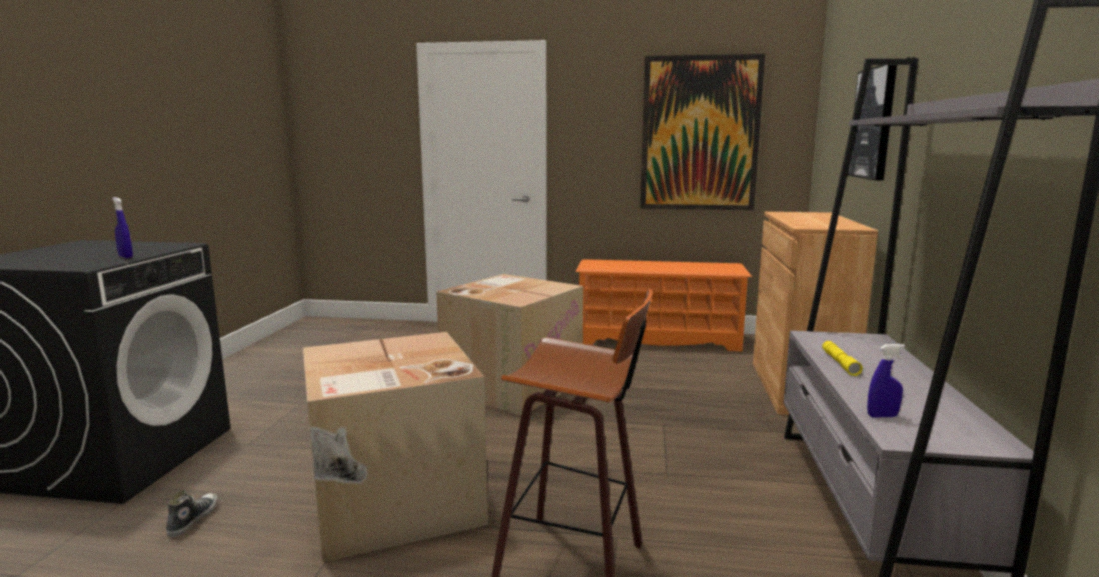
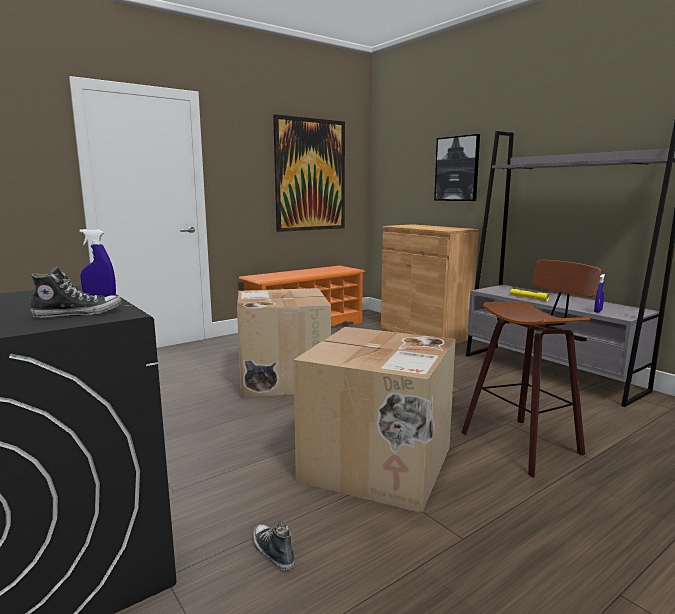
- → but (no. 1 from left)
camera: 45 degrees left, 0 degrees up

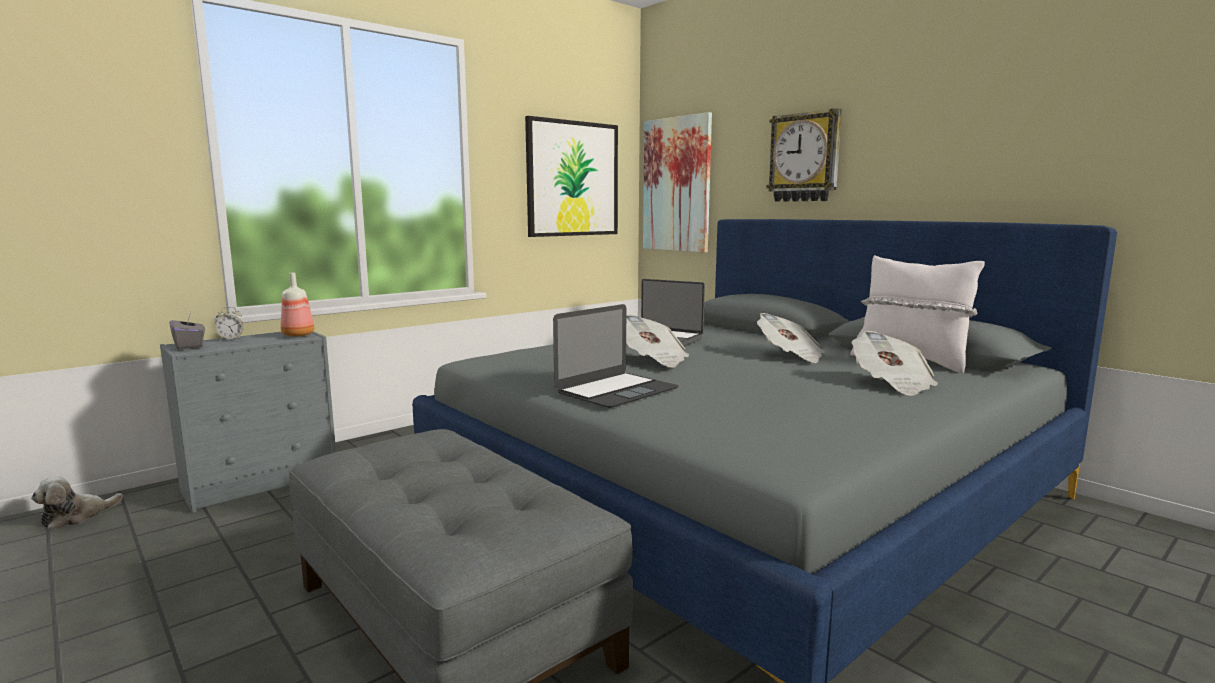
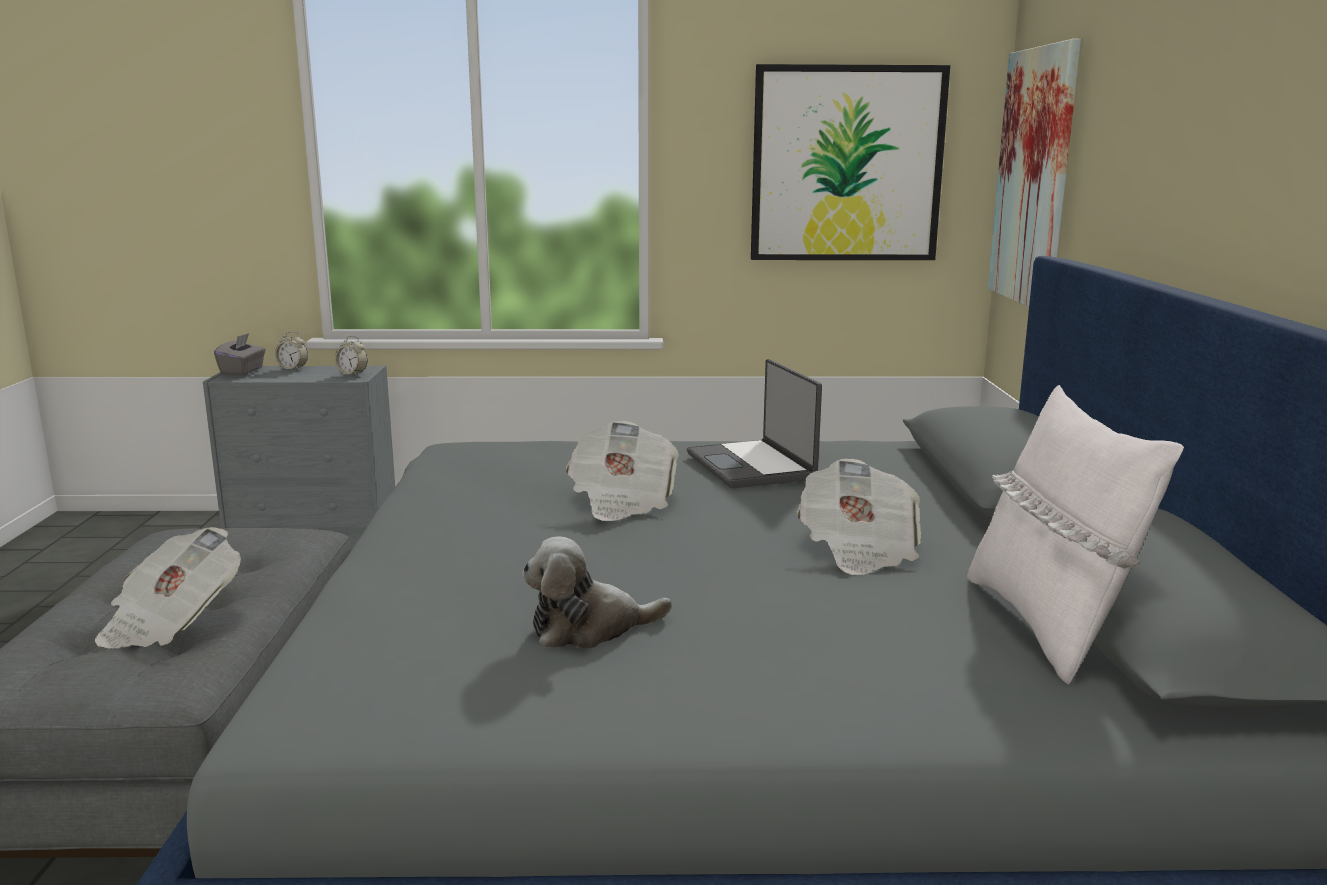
gazeta (no. 3 from left in the first image) → gazeta (no. 1 from left), shifted
butelka → budzik (no. 2 from left)
pluszak, shifted
laptop (no. 1 from left) → -
zegar ścienny → -
camera: 40 degrees right, 5 degrees up

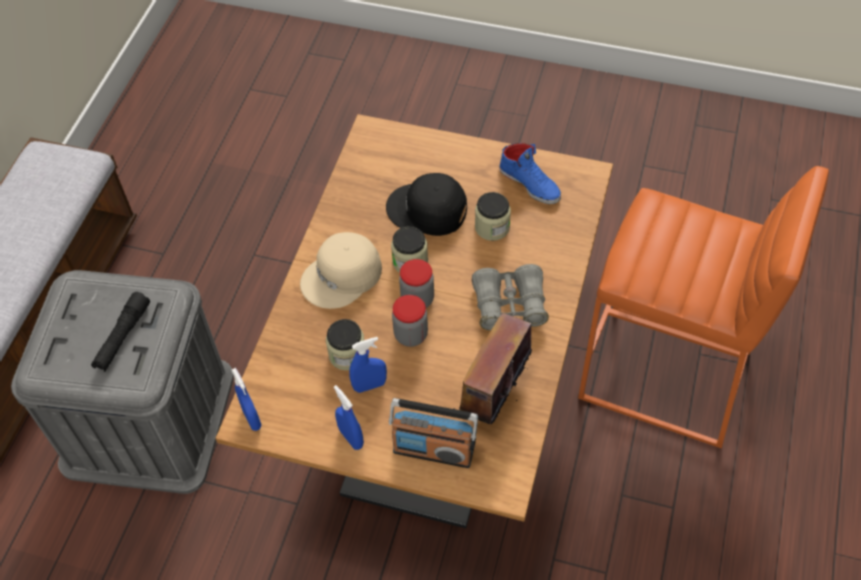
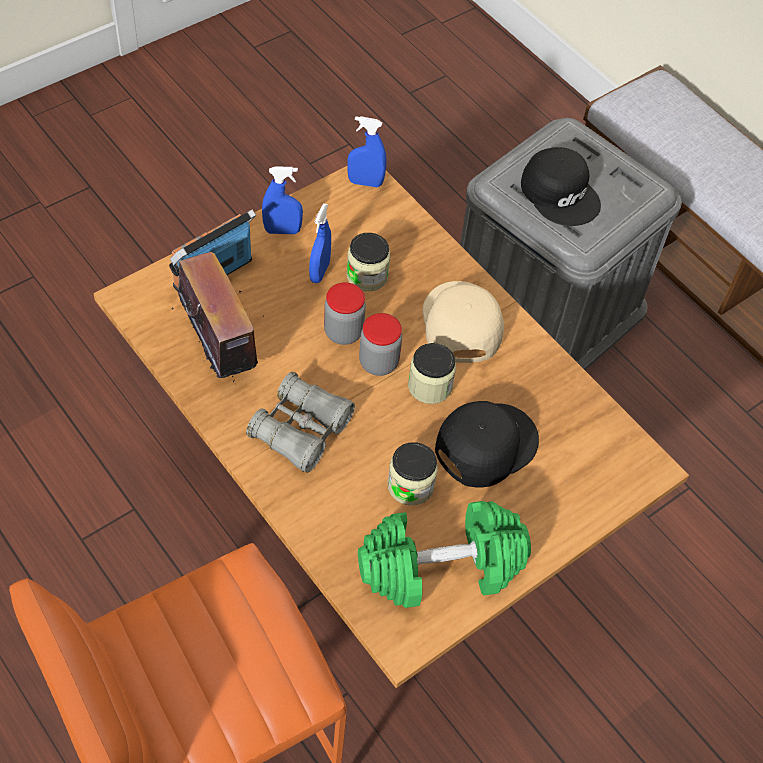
but [niebieski] → hantel [zielony]
latarka [czarny] → czapka z daszkiem [czarny] (no. 2 from left)
camera: 120 degrees right, 0 degrees up

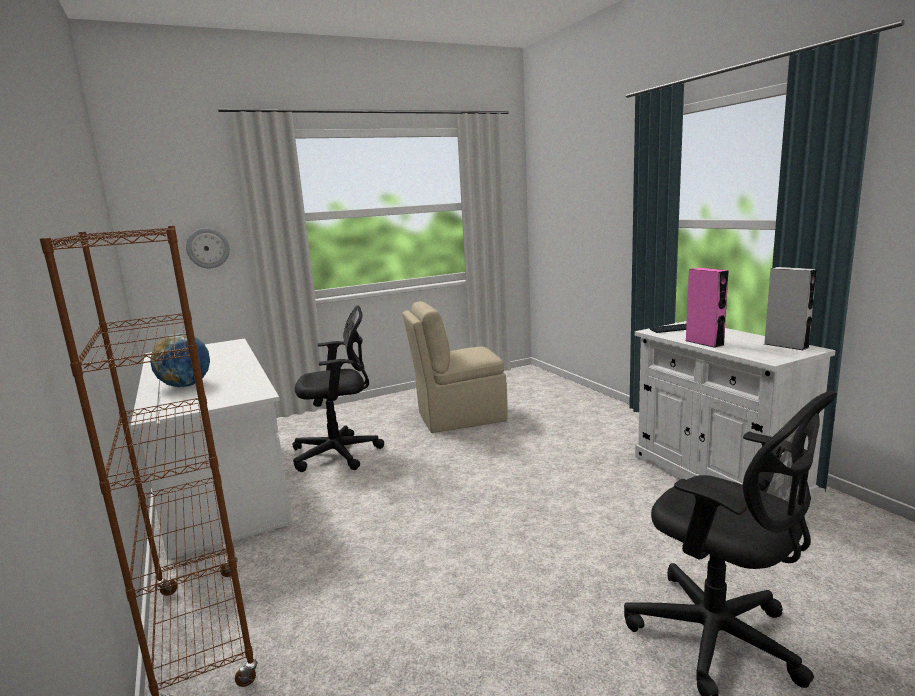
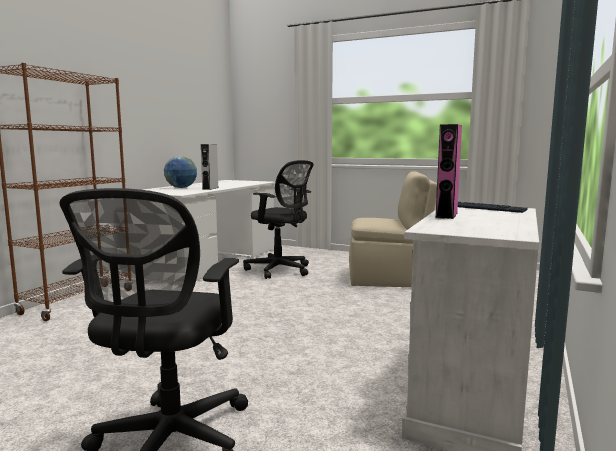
głośnik [szary], shifted
krzesło [beżowy], 150 degrees clockwise
zegar ścienny → -
camera: 50 degrees right, 5 degrees down

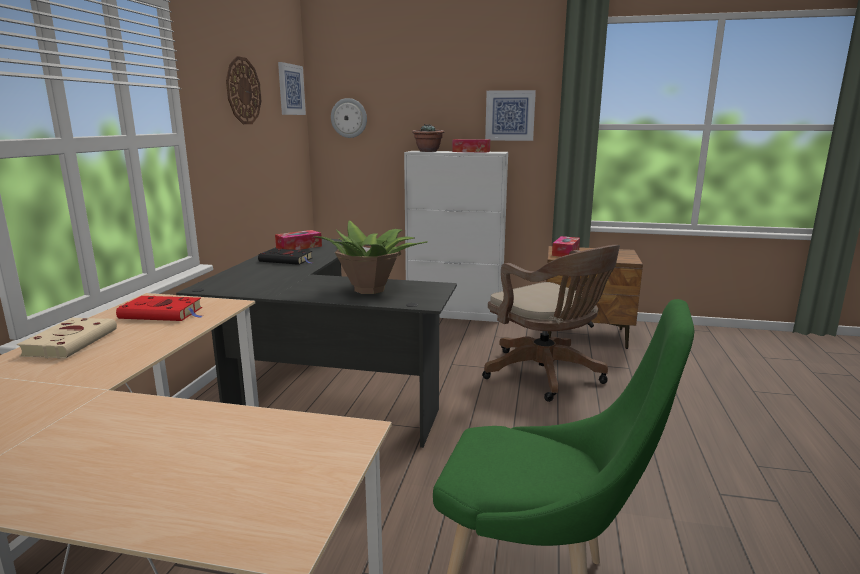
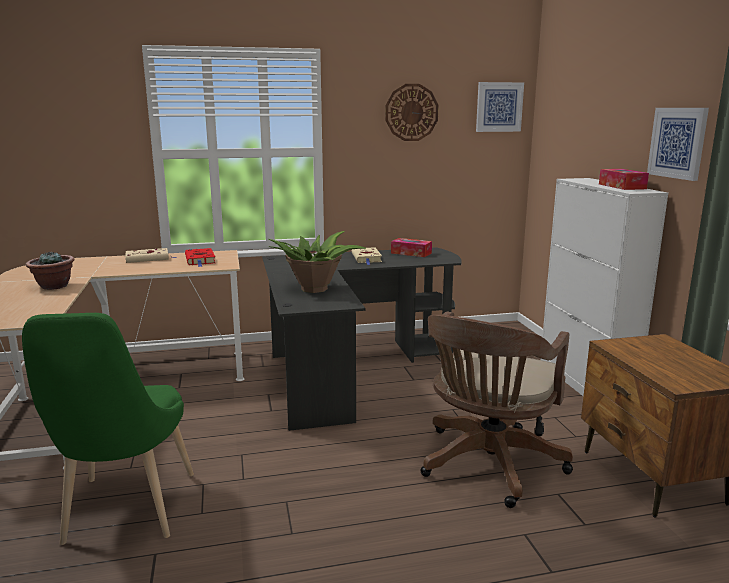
roślina doniczkowa (no. 2 from left in the first image) → roślina doniczkowa (no. 1 from left), shifted
książka [czarny] → książka [beżowy] (no. 2 from left)
zegar ścienny (no. 2 from left) → -
pudełko chusteczek (no. 3 from left) → -
camera: 65 degrees right, 0 degrees up

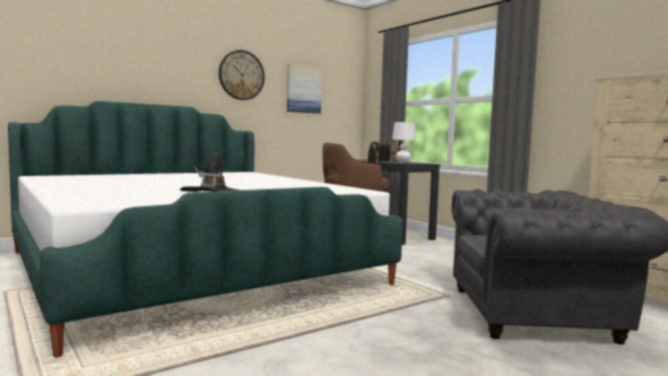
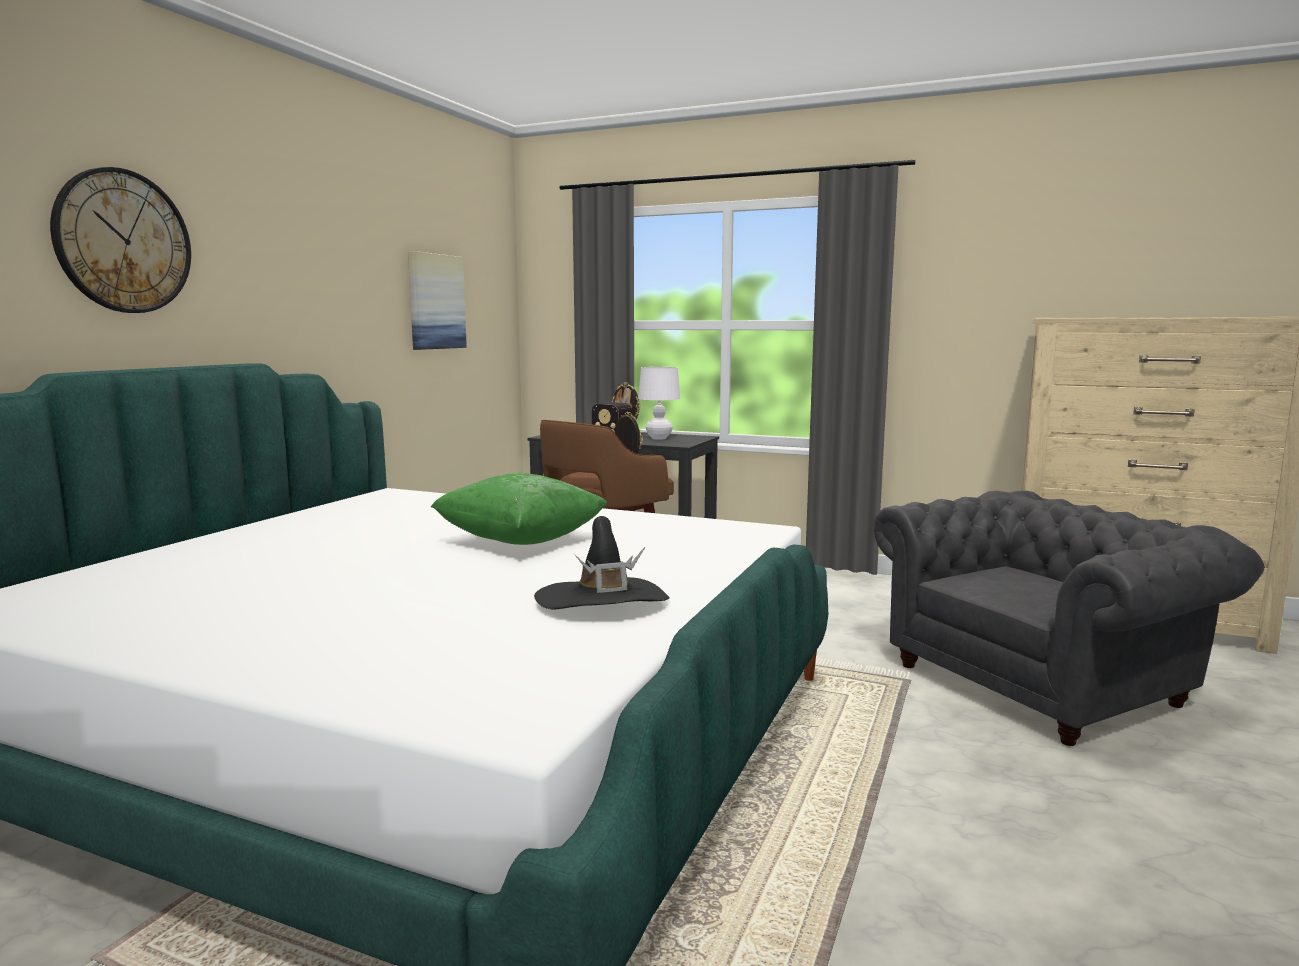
zegar ścienny, shifted
- → poduszka [zielony]
camera: 30 degrees left, 5 degrees up

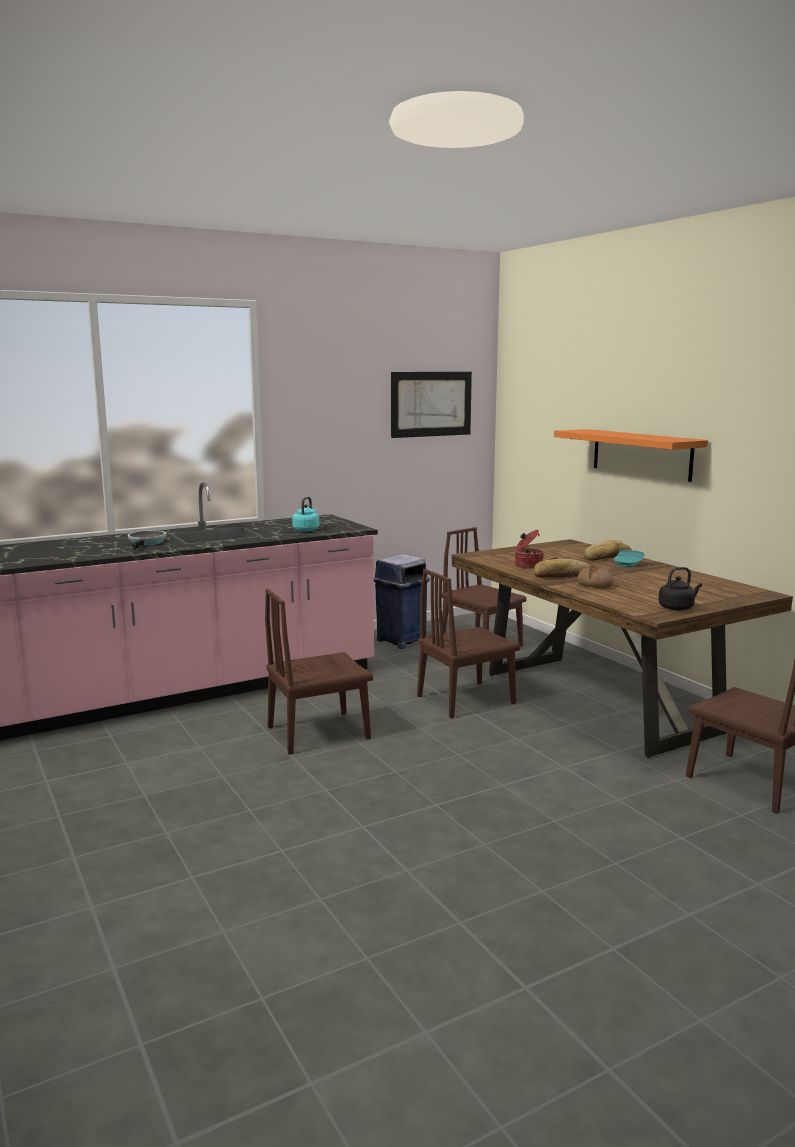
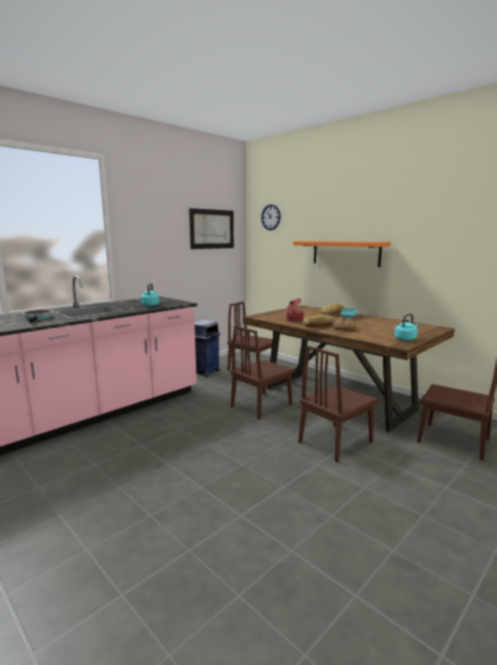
- → zegar ścienny
krzesło [brązowy] (no. 1 from left in the first image) → krzesło [brązowy] (no. 3 from left), shifted
czajnik [czarny] → czajnik [turkusowy] (no. 2 from left)
camera: 15 degrees left, 0 degrees up

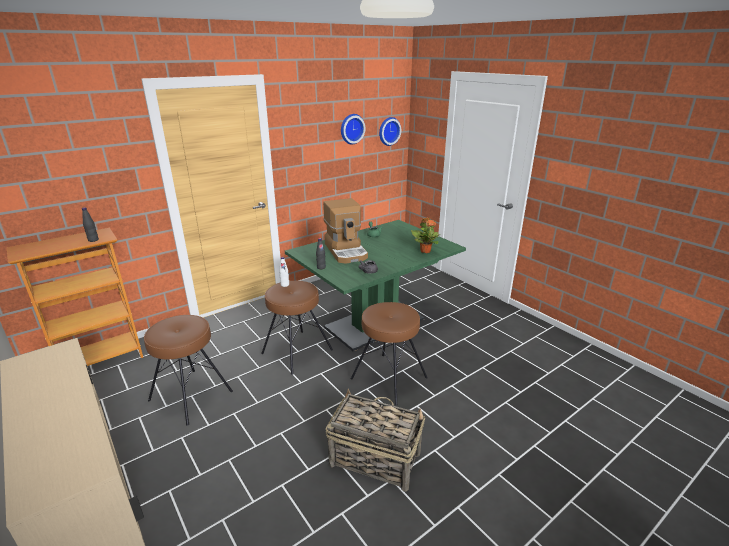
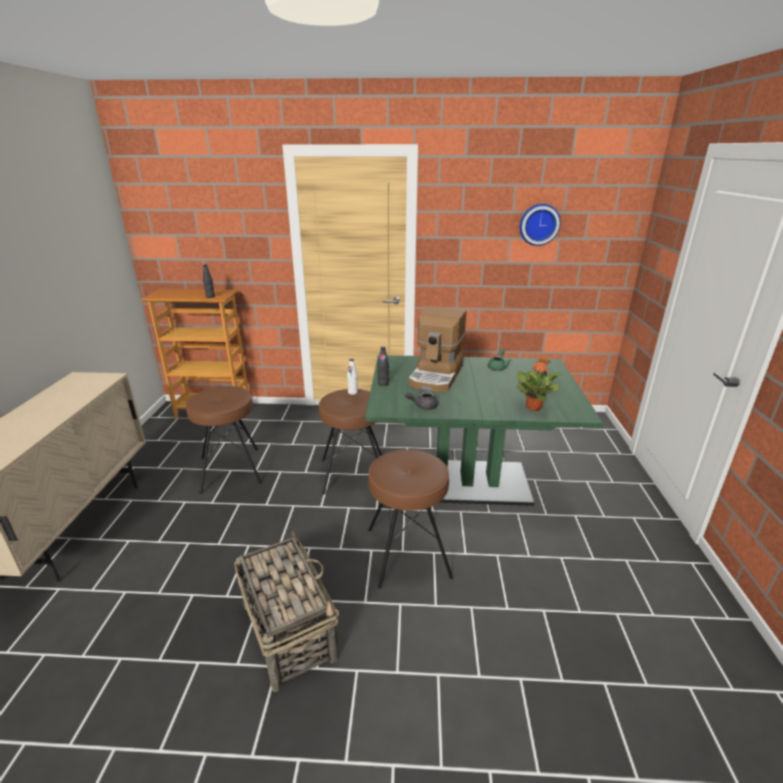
zegar ścienny (no. 2 from left) → -
camera: 40 degrees right, 0 degrees up

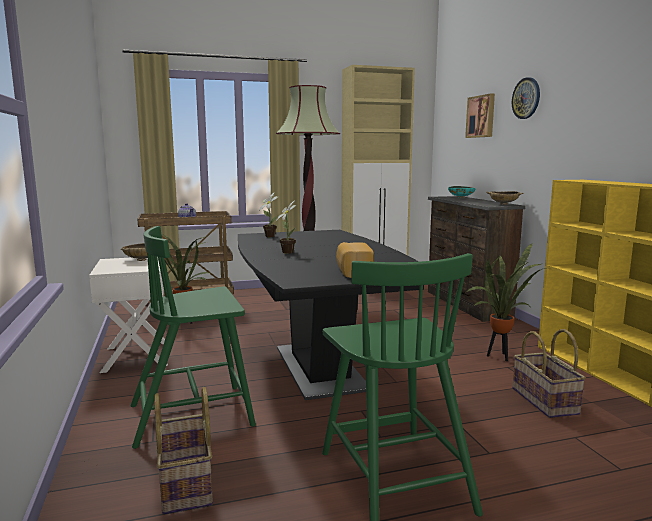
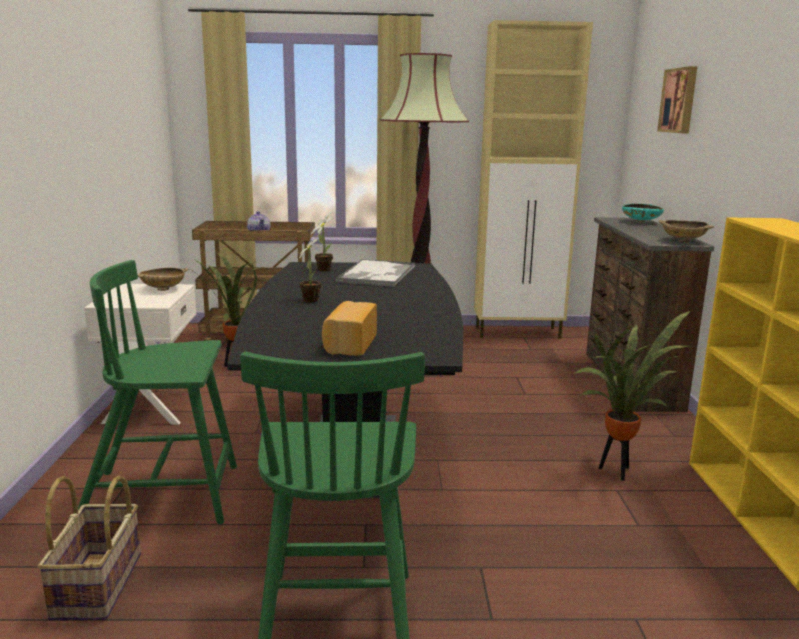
- → taca
zegar ścienny → -
koszyk (no. 2 from left) → -
camera: 15 degrees right, 5 degrees up

